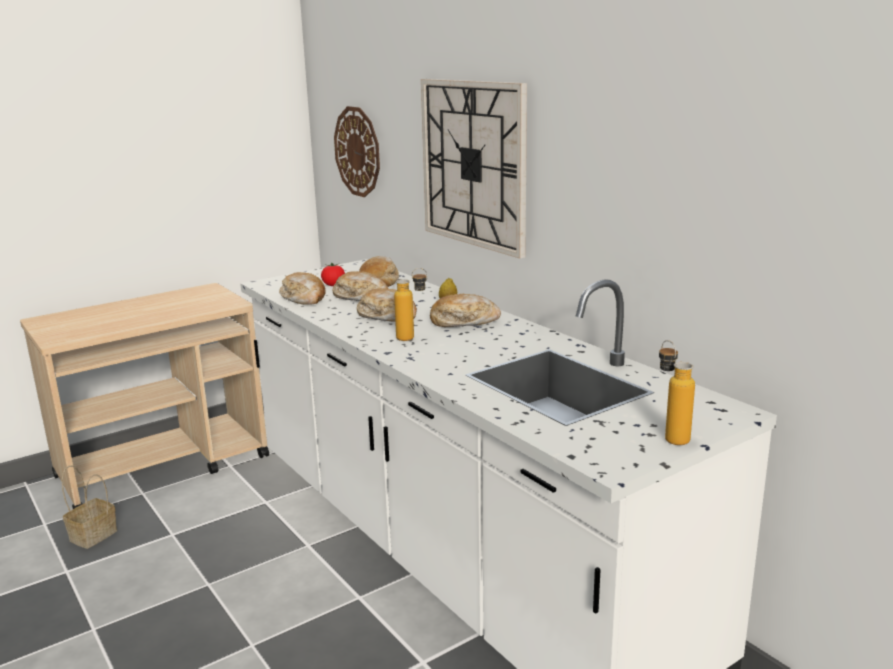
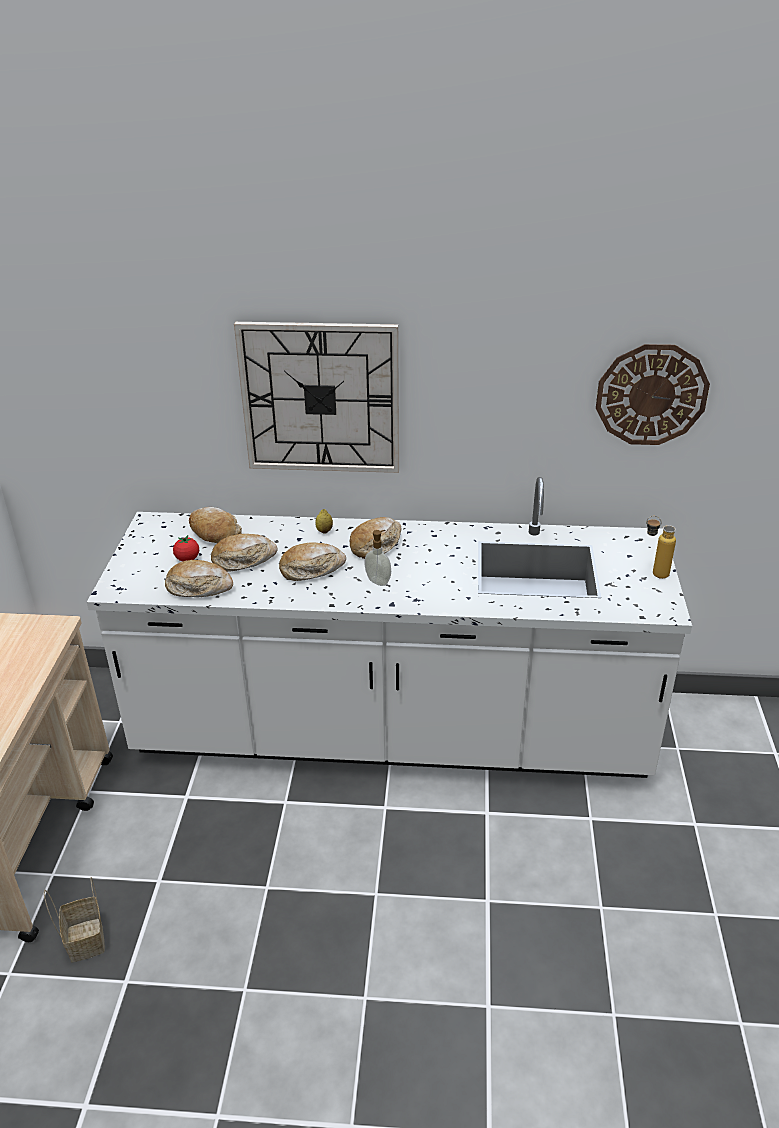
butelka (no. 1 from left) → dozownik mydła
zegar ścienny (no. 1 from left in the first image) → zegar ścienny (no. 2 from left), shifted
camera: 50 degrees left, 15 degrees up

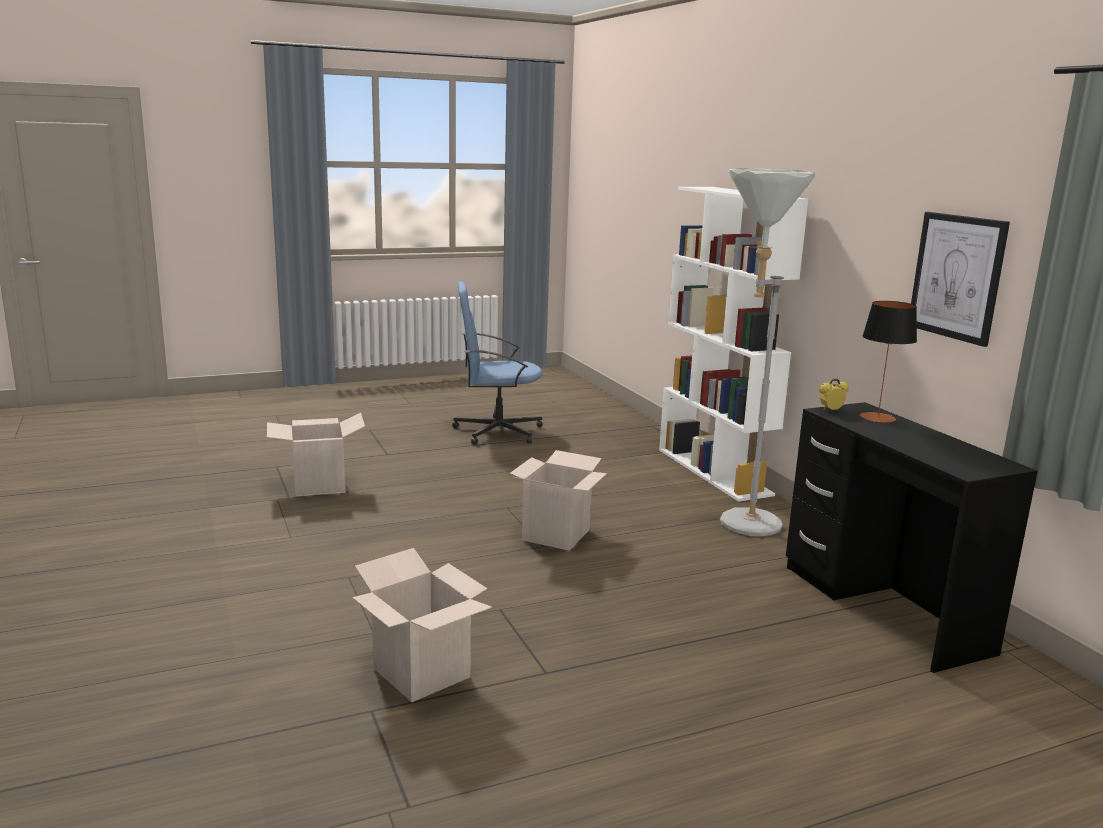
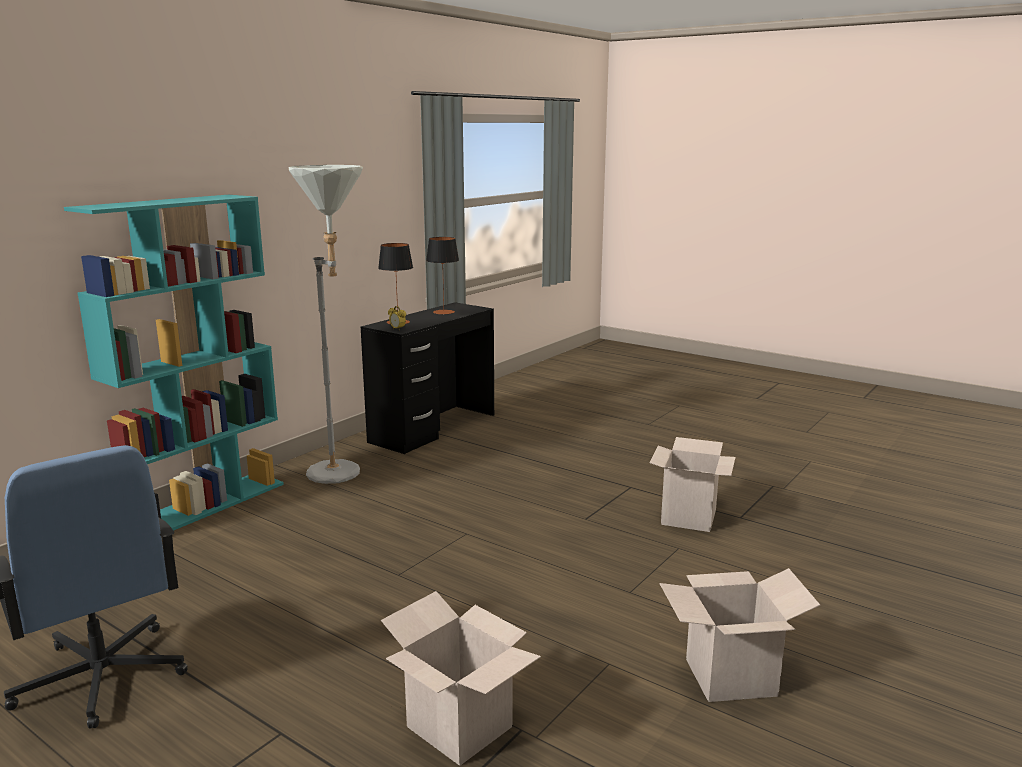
regał [biały] → regał [turkusowy]
- → lampa stołowa (no. 2 from left)
karton (no. 3 from left), shifted
obraz → -
camera: 120 degrees left, 0 degrees up

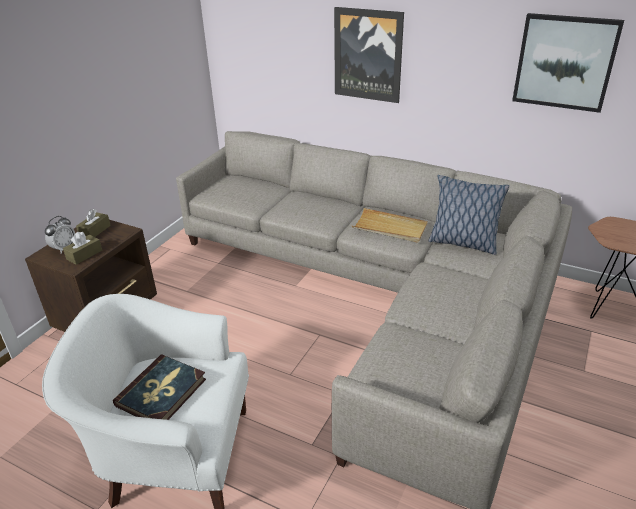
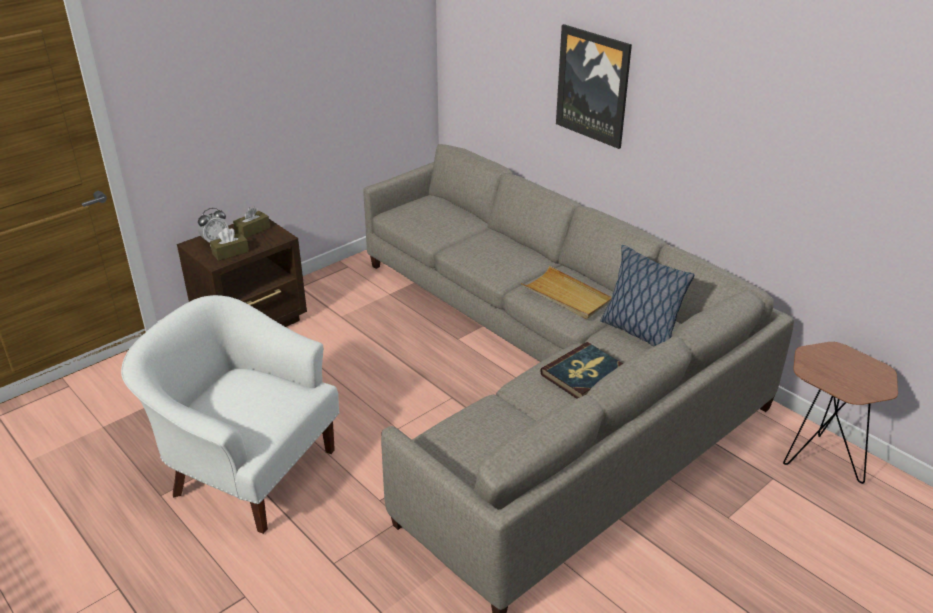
książka, shifted
obraz (no. 2 from left) → -
camera: 20 degrees right, 0 degrees up

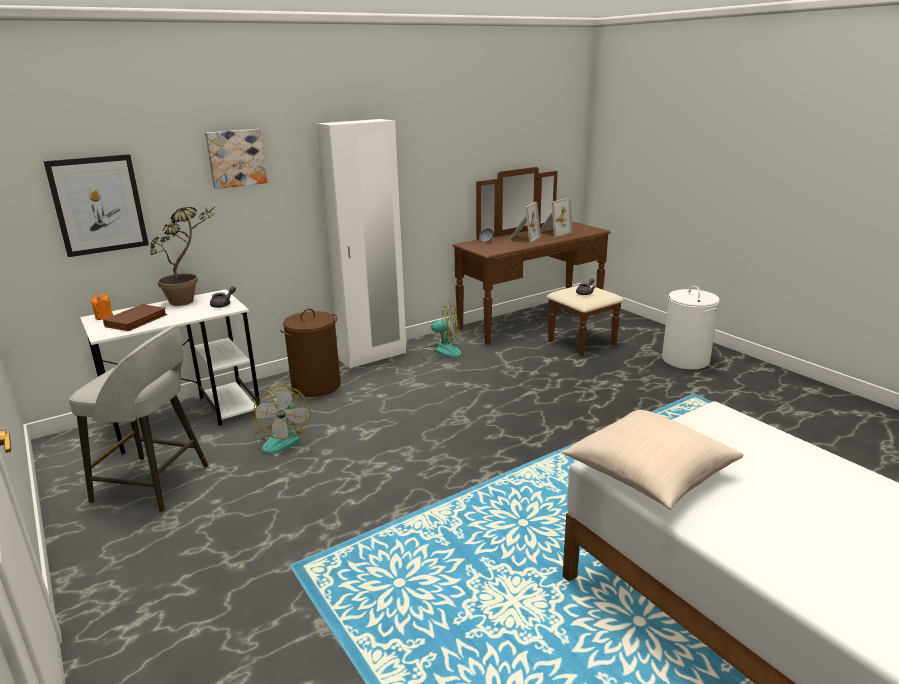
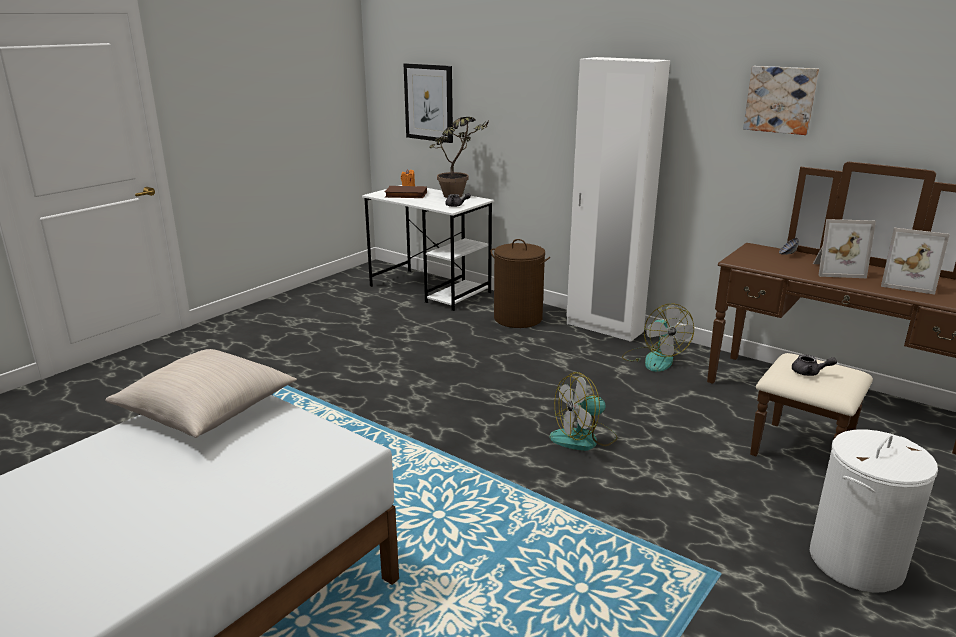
wentylator (no. 1 from left), shifted
obraz (no. 2 from left), shifted
stołek [szary] → -
camera: 70 degrees right, 0 degrees up

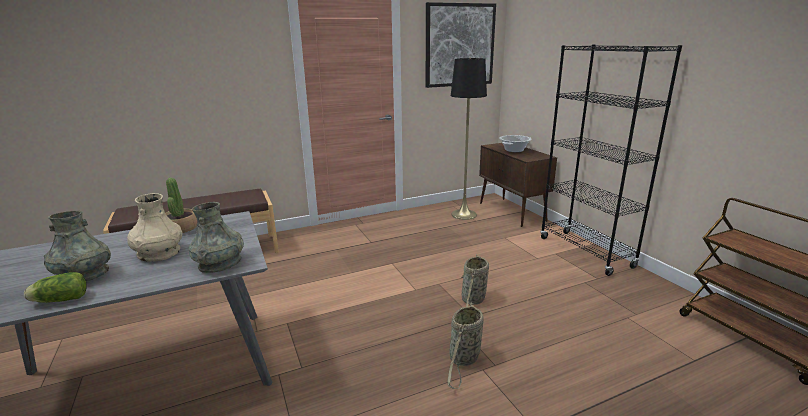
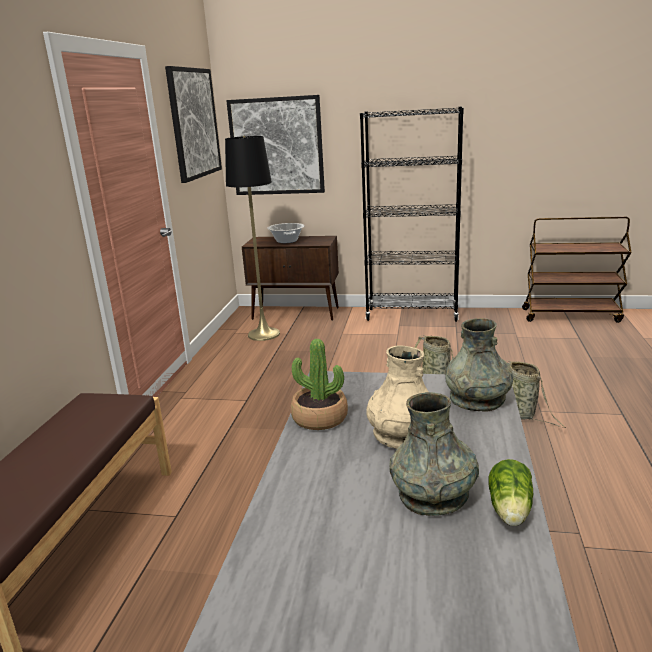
- → obraz (no. 2 from left)
camera: 55 degrees left, 0 degrees up

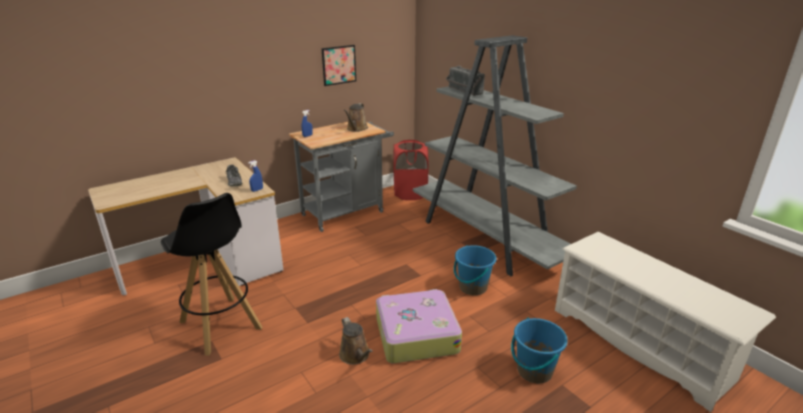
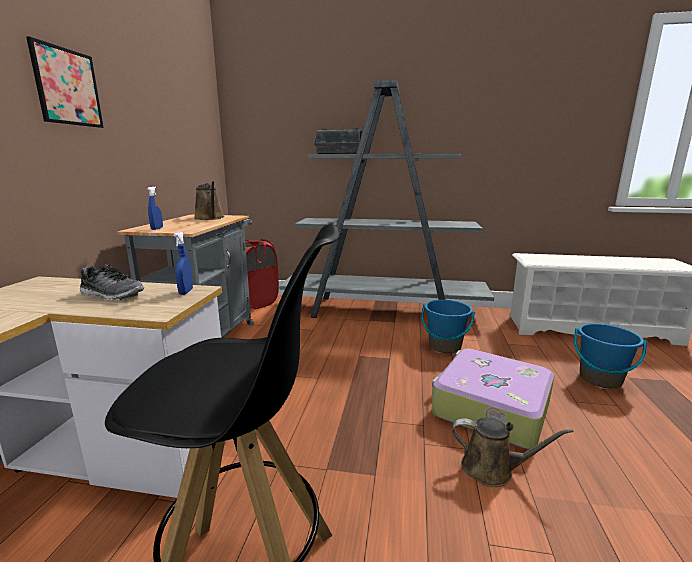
obraz, shifted
camera: 45 degrees left, 10 degrees down

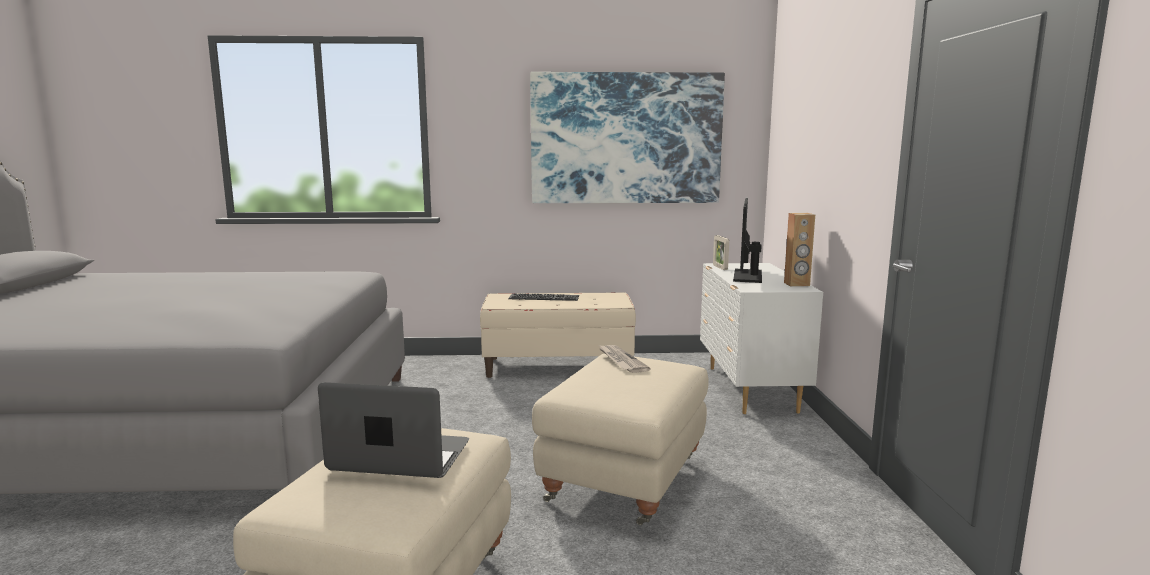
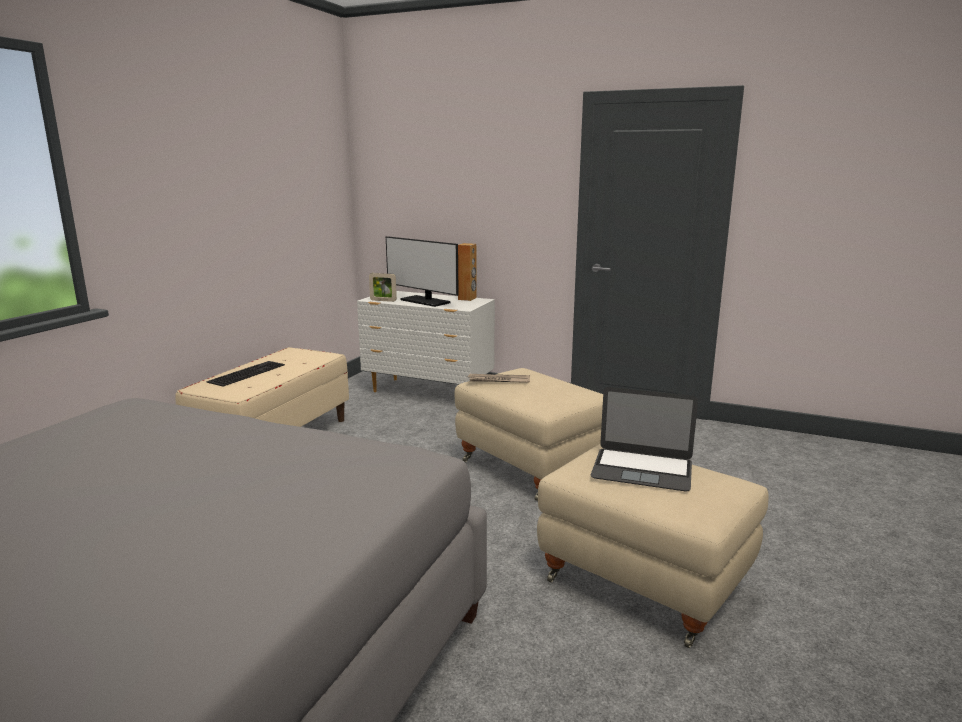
laptop, 105 degrees counterclockwise
obraz → -
camera: 65 degrees left, 5 degrees up

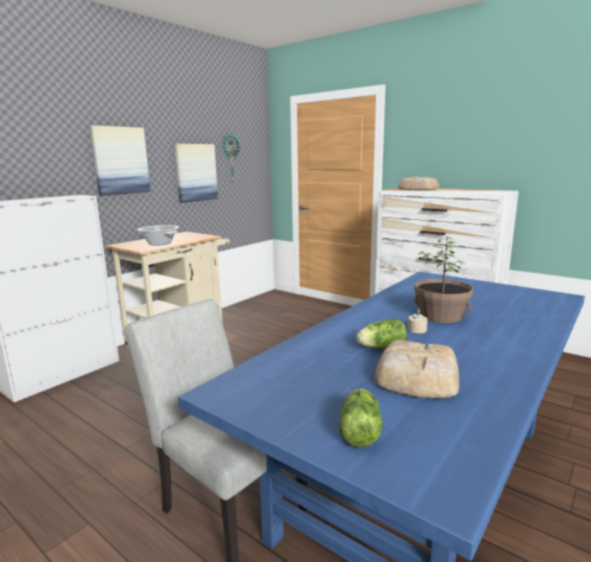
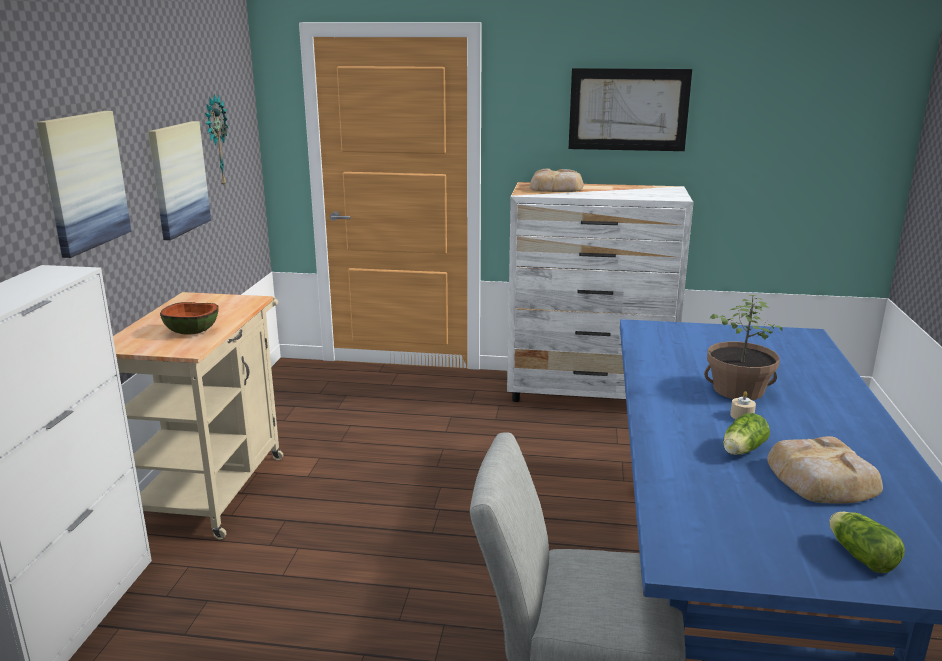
garnek → miska
- → obraz (no. 3 from left)
camera: 30 degrees left, 5 degrees up

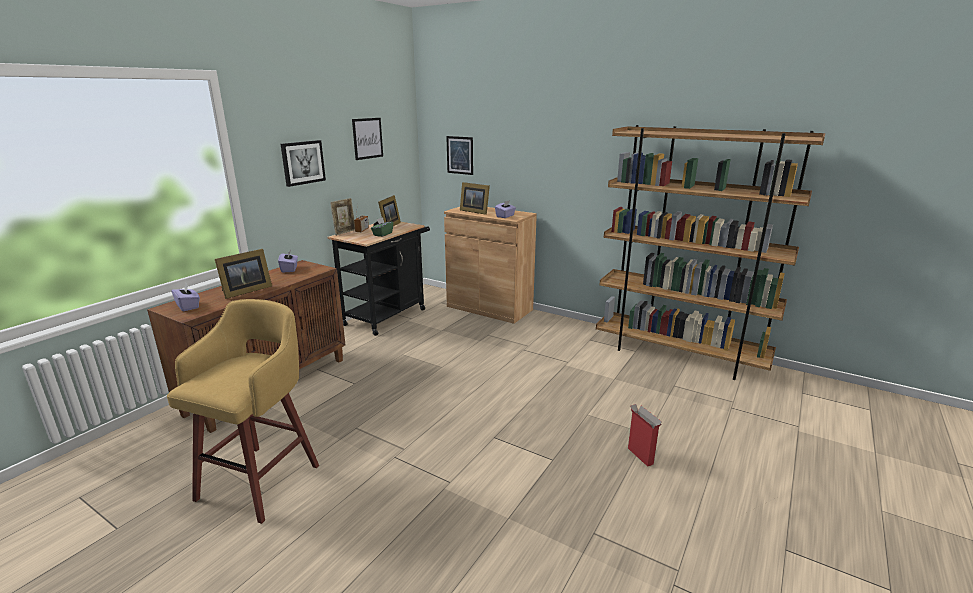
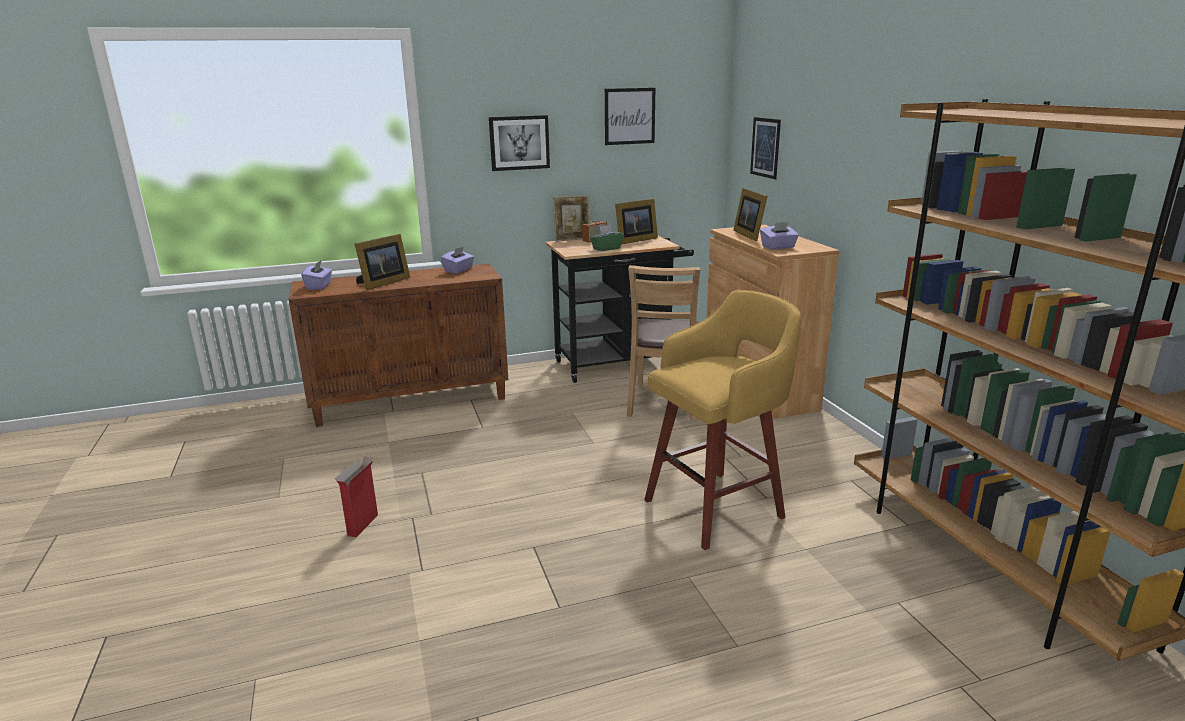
karton, shifted
ramka na zdjęcie (no. 1 from left), 45 degrees counterclockwise
- → krzesło [brązowy]
stołek [żółty], shifted
camera: 40 degrees right, 0 degrees up

